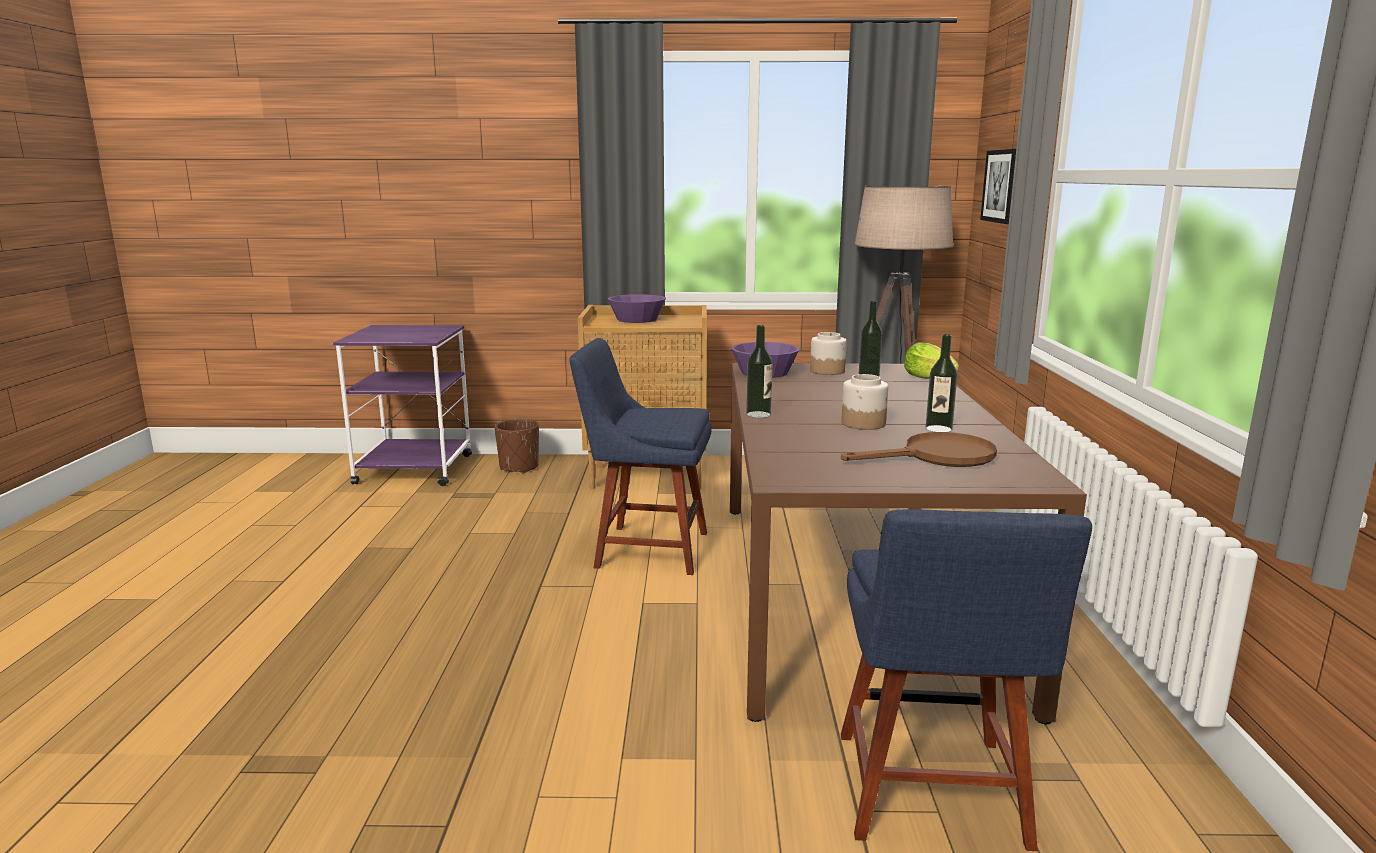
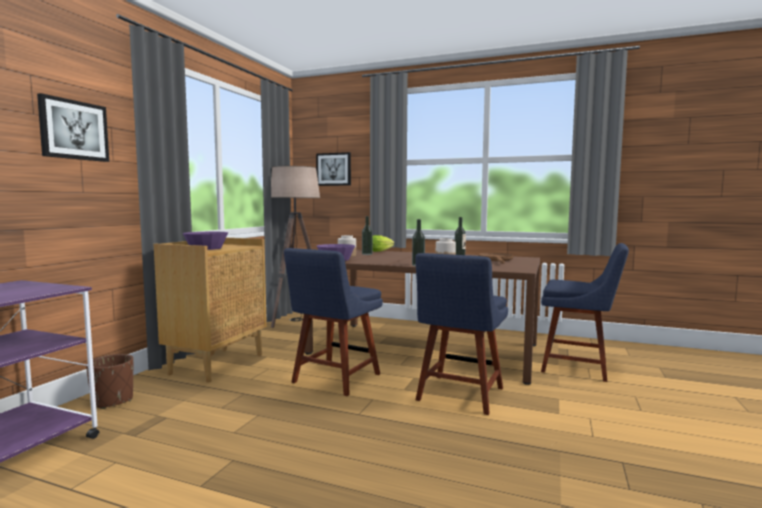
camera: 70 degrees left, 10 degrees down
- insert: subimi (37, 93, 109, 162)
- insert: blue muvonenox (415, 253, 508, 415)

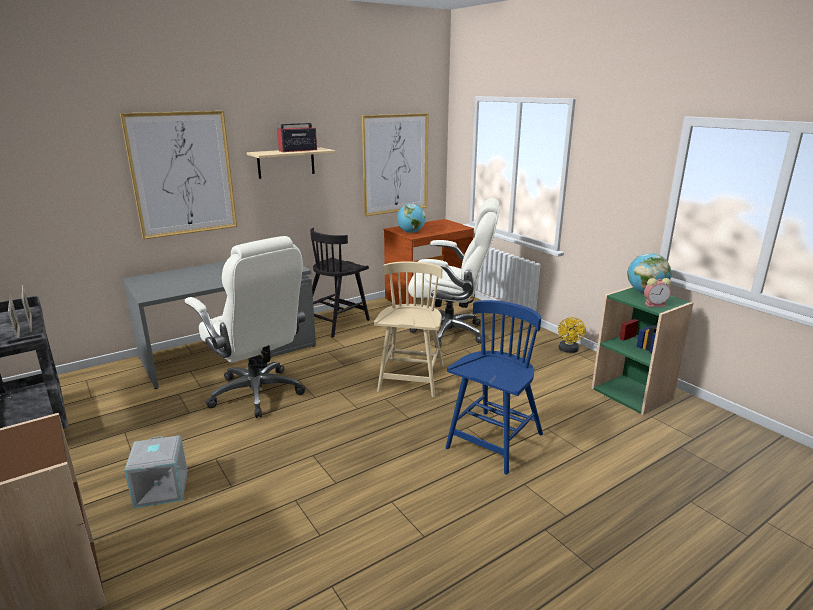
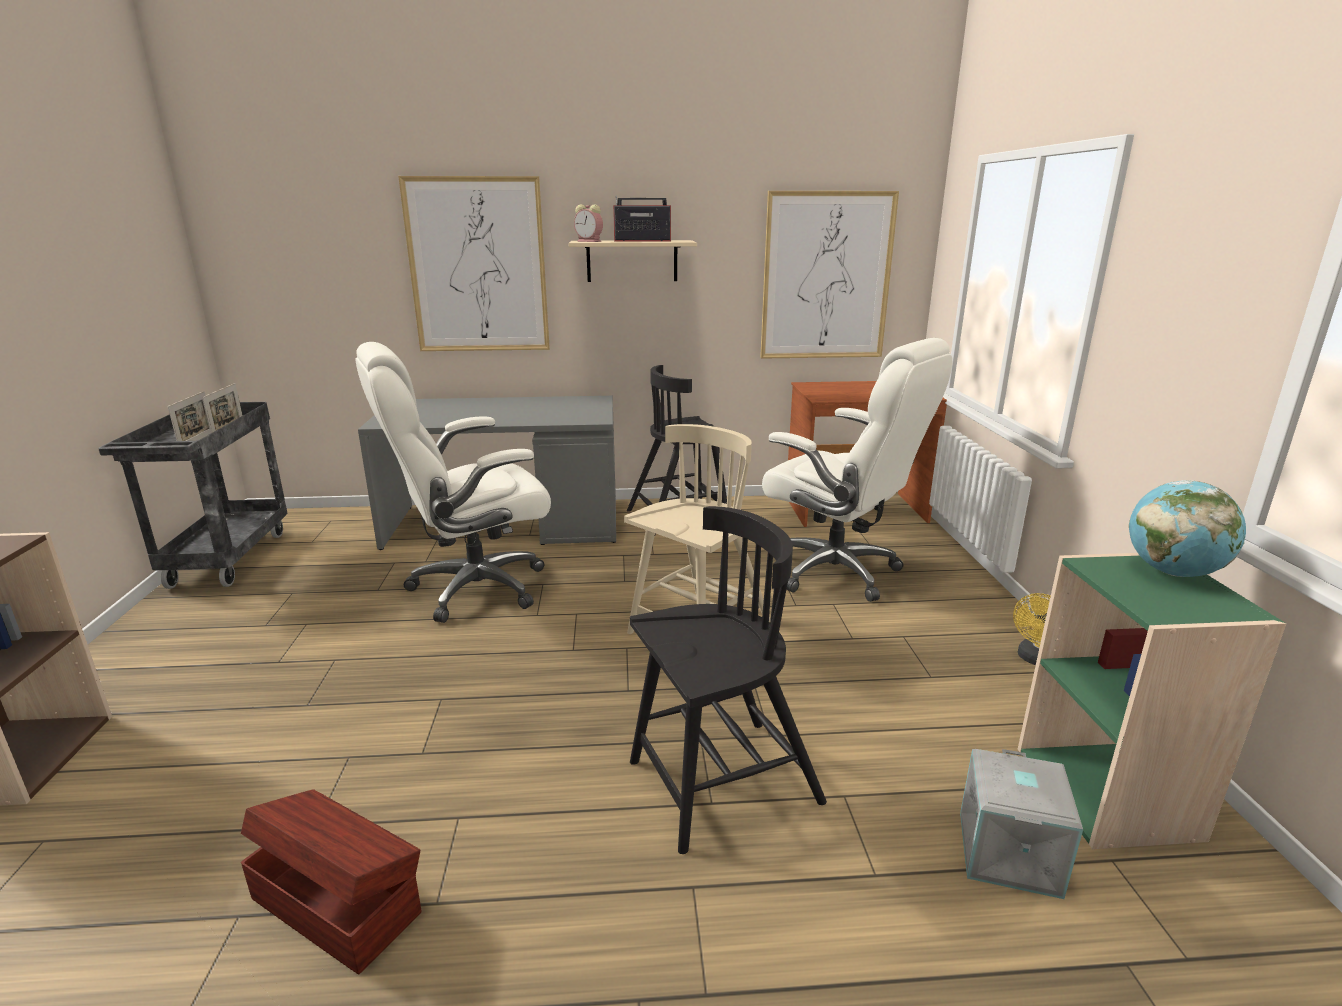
camera: 30 degrees right, 0 degrees up
- insert: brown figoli (241, 789, 422, 975)
- rotate: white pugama (185, 236, 305, 418) = (356, 342, 551, 623) 75 degrees clockwise
- move: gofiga (644, 278, 671, 307) to (574, 204, 603, 242)
- recolor: blue muvonenox (445, 300, 543, 475) to black muvonenox (630, 506, 827, 854)
- move: grey figoli (124, 435, 188, 509) to (960, 749, 1083, 899)
- delete: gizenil (397, 204, 426, 233)

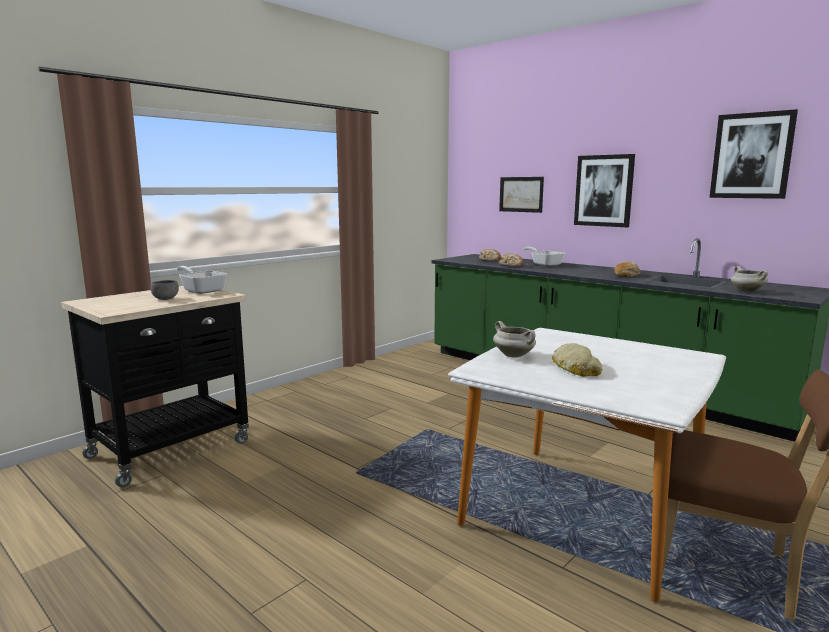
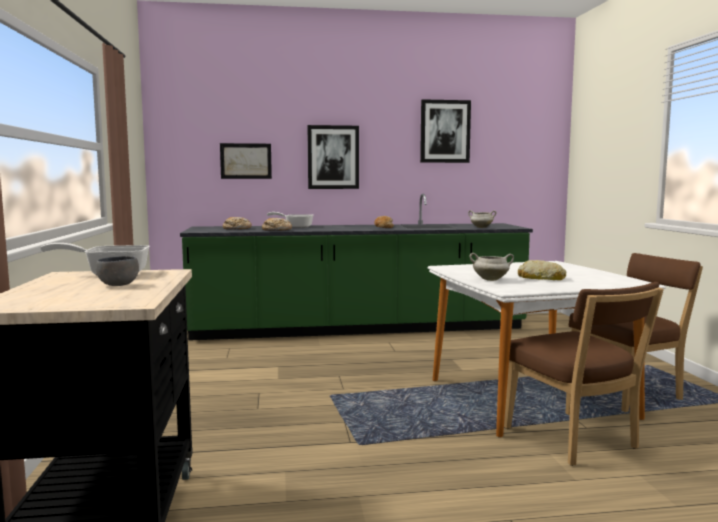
camera: 50 degrees left, 5 degrees down
- insert: brown muvonenox (504, 282, 664, 466)

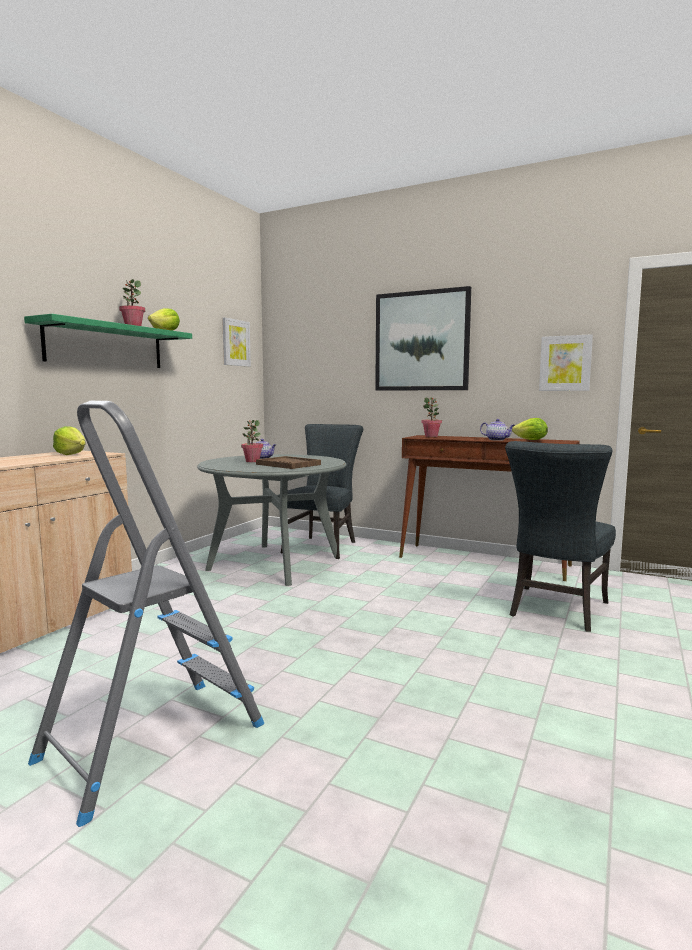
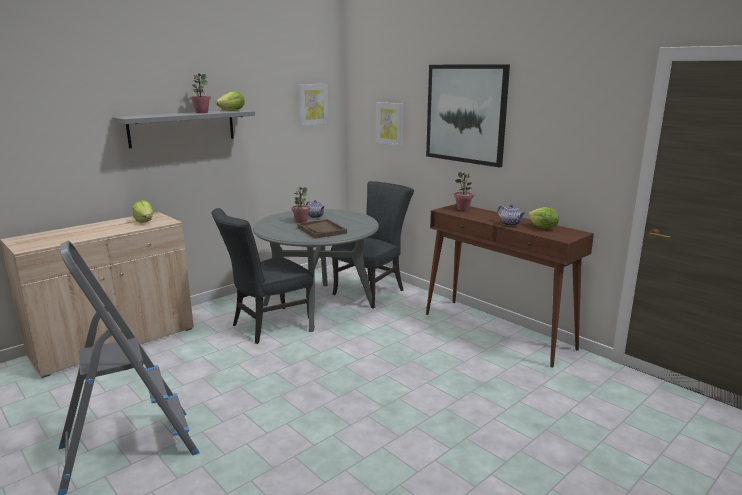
camera: 20 degrees right, 10 degrees up
- recolor: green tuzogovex (24, 314, 192, 368) to grey tuzogovex (112, 110, 255, 148)
- move: grey muvonenox (505, 441, 616, 632) to (211, 208, 315, 344)
- move: subimi (539, 334, 593, 391) to (376, 102, 403, 147)

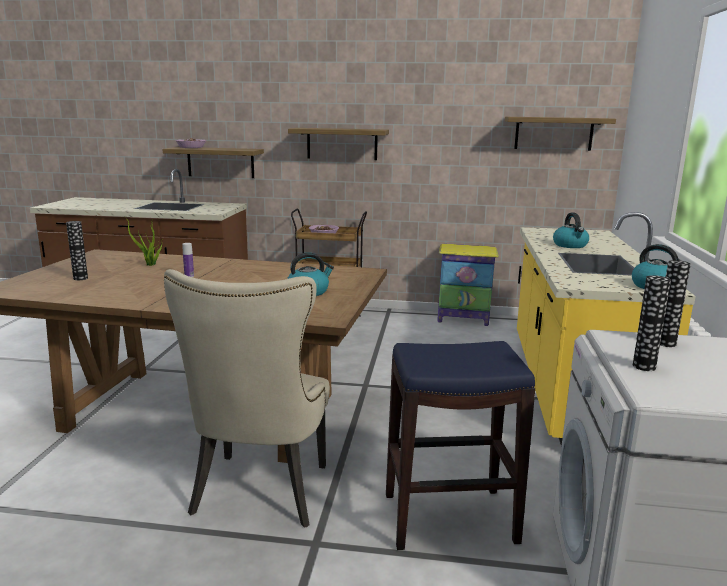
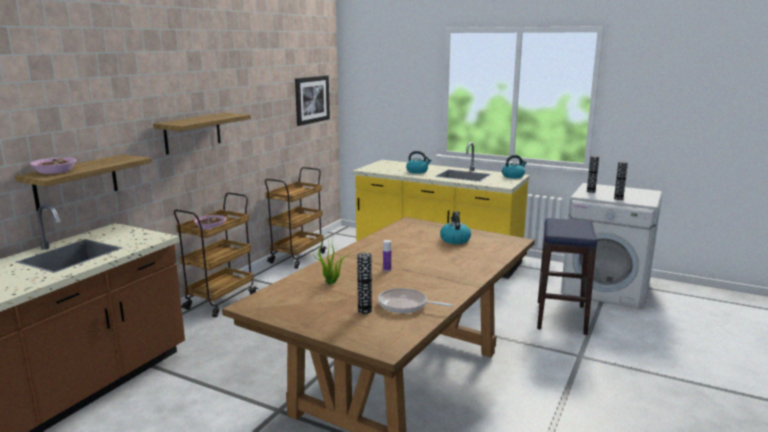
camera: 70 degrees left, 0 degrees up
- replace: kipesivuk (437, 244, 499, 326) to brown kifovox (265, 167, 327, 269)
- replace: tuzogovex (505, 117, 616, 151) to subimi (295, 75, 330, 126)
- insert: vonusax (378, 288, 453, 313)
- delete: beige muvonenox (164, 269, 330, 527)

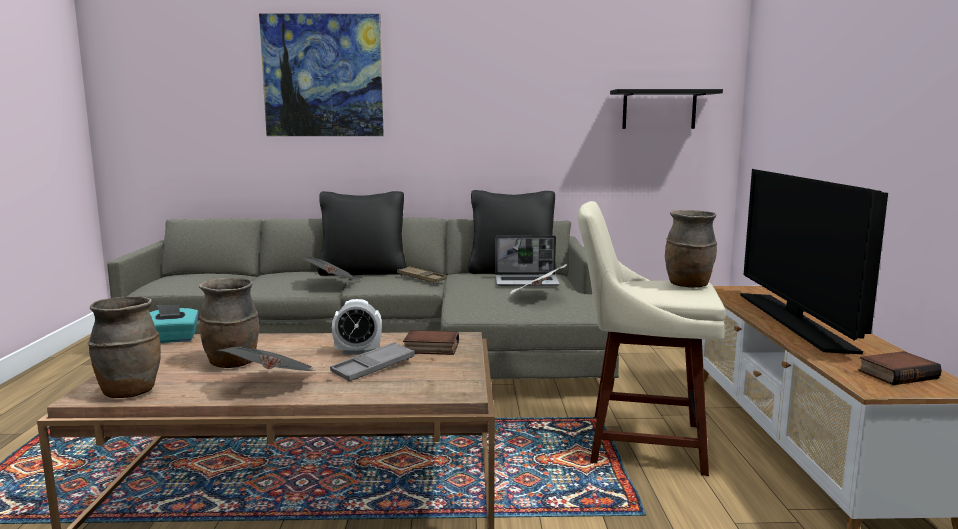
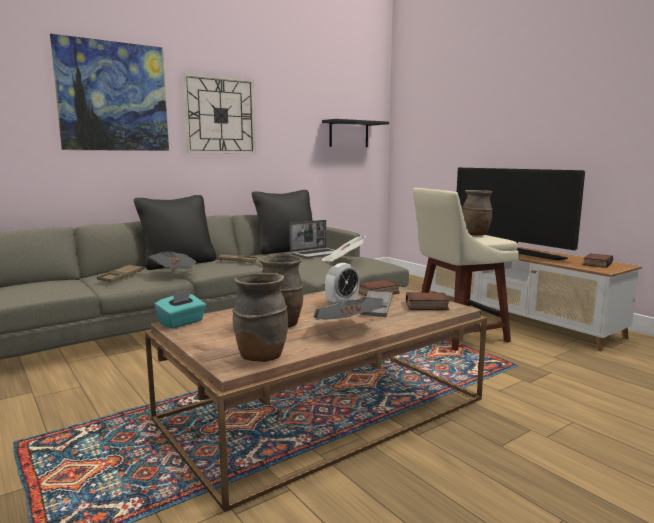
camera: 35 degrees left, 0 degrees up
- insert: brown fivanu (97, 264, 143, 282)
- insert: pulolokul (182, 73, 256, 154)
- insert: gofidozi (406, 292, 450, 310)

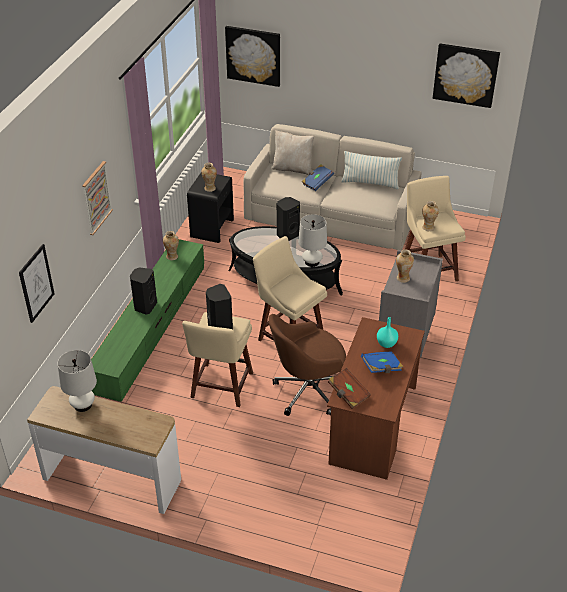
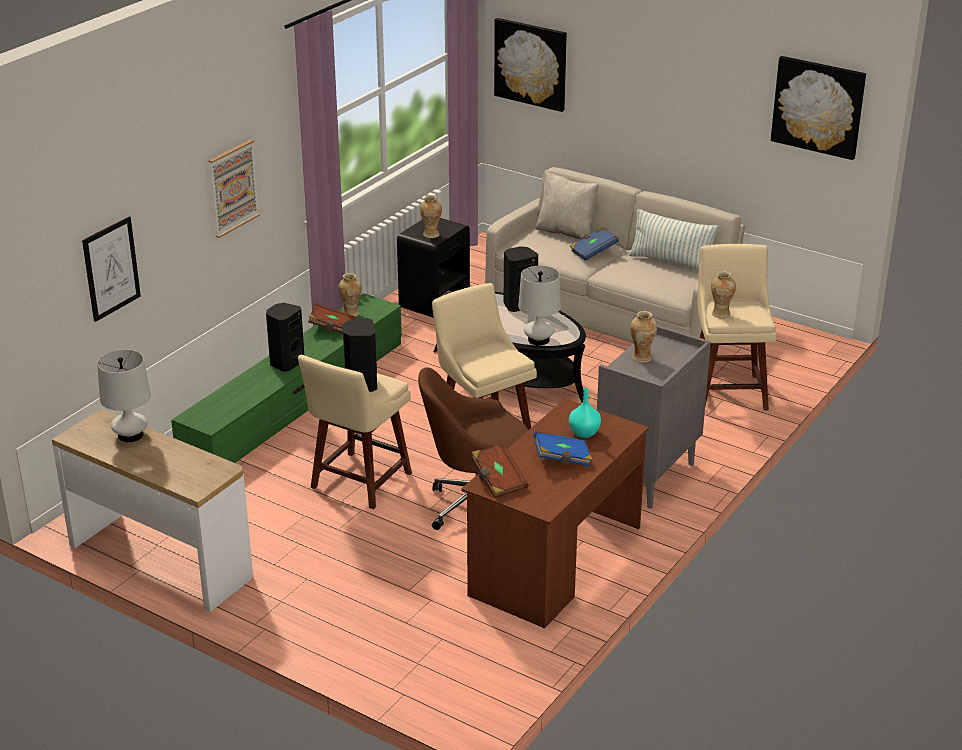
camera: 15 degrees right, 10 degrees down
- insert: brown gofidozi (308, 303, 356, 333)

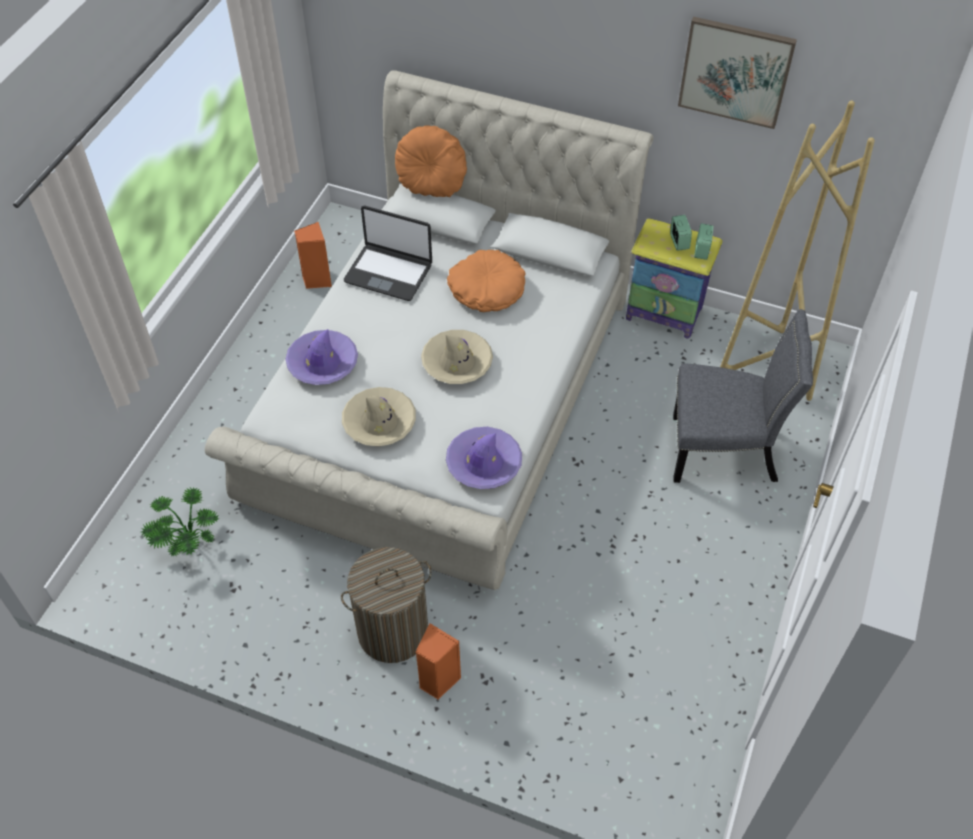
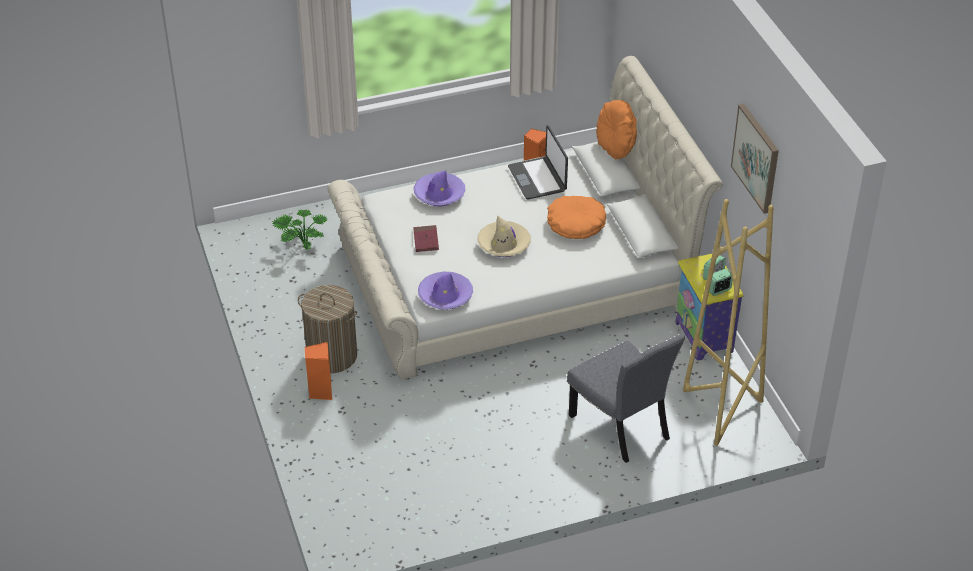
camera: 50 degrees right, 10 degrees down
- replace: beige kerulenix (342, 387, 416, 447) to red gofidozi (413, 225, 439, 252)

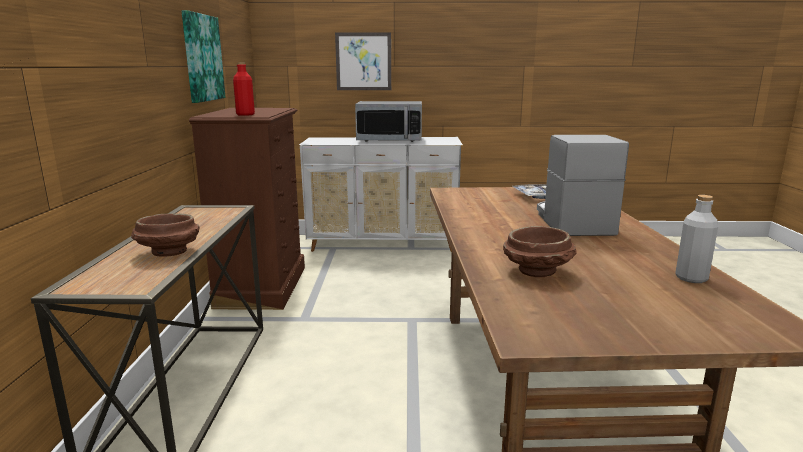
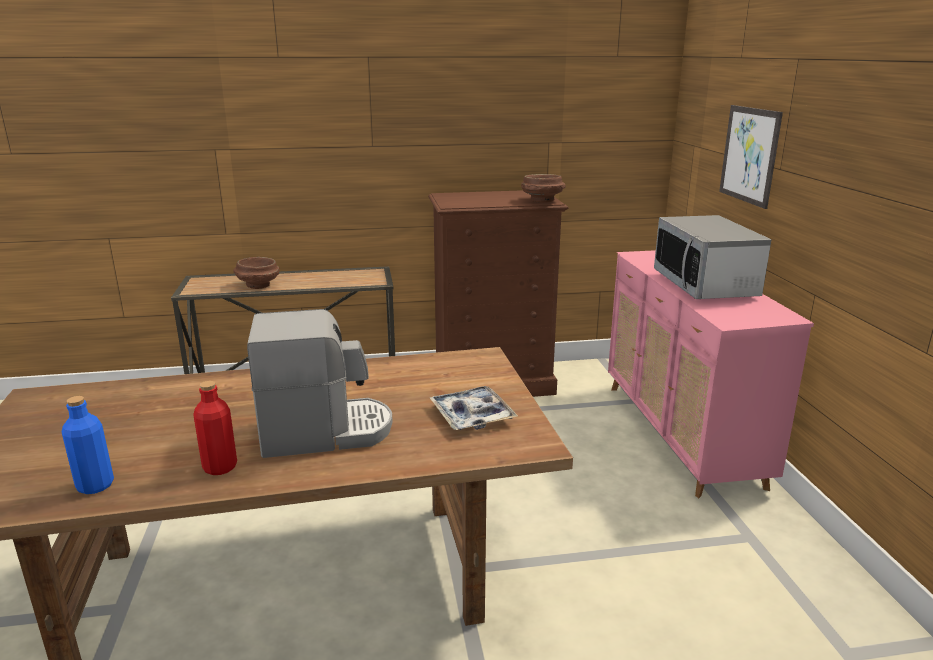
camera: 80 degrees right, 5 degrees up
- recolor: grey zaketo (675, 195, 718, 283) to blue zaketo (62, 396, 114, 494)
- move: red zaketo (233, 62, 255, 116) to (193, 381, 237, 475)
- move: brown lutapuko (503, 226, 577, 277) to (521, 174, 566, 203)
- recolor: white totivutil (299, 137, 463, 252) to pink totivutil (608, 250, 814, 499)
- delete: subimi (182, 10, 225, 103)

